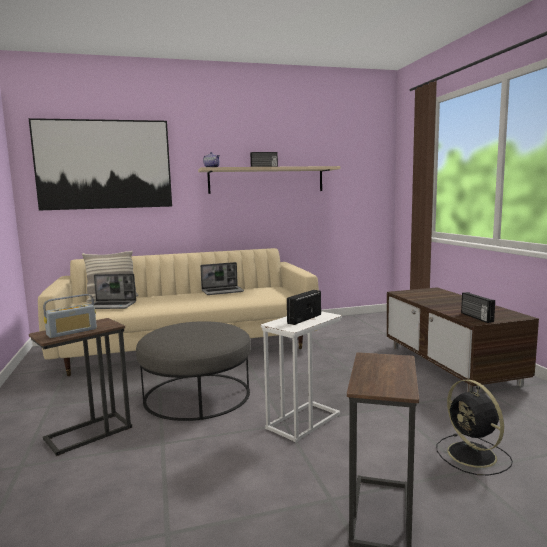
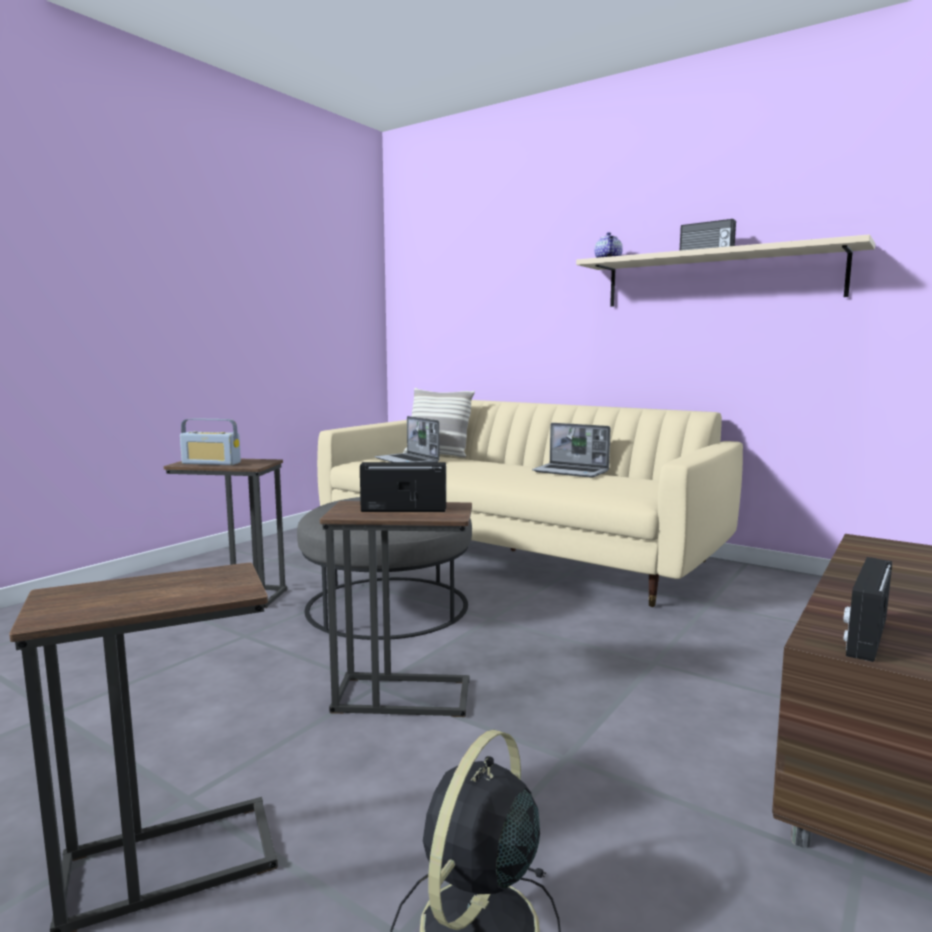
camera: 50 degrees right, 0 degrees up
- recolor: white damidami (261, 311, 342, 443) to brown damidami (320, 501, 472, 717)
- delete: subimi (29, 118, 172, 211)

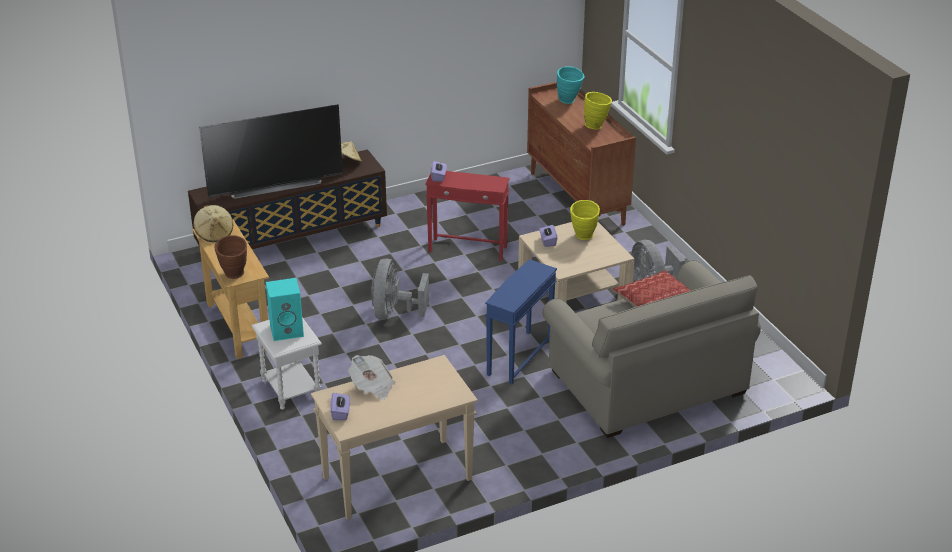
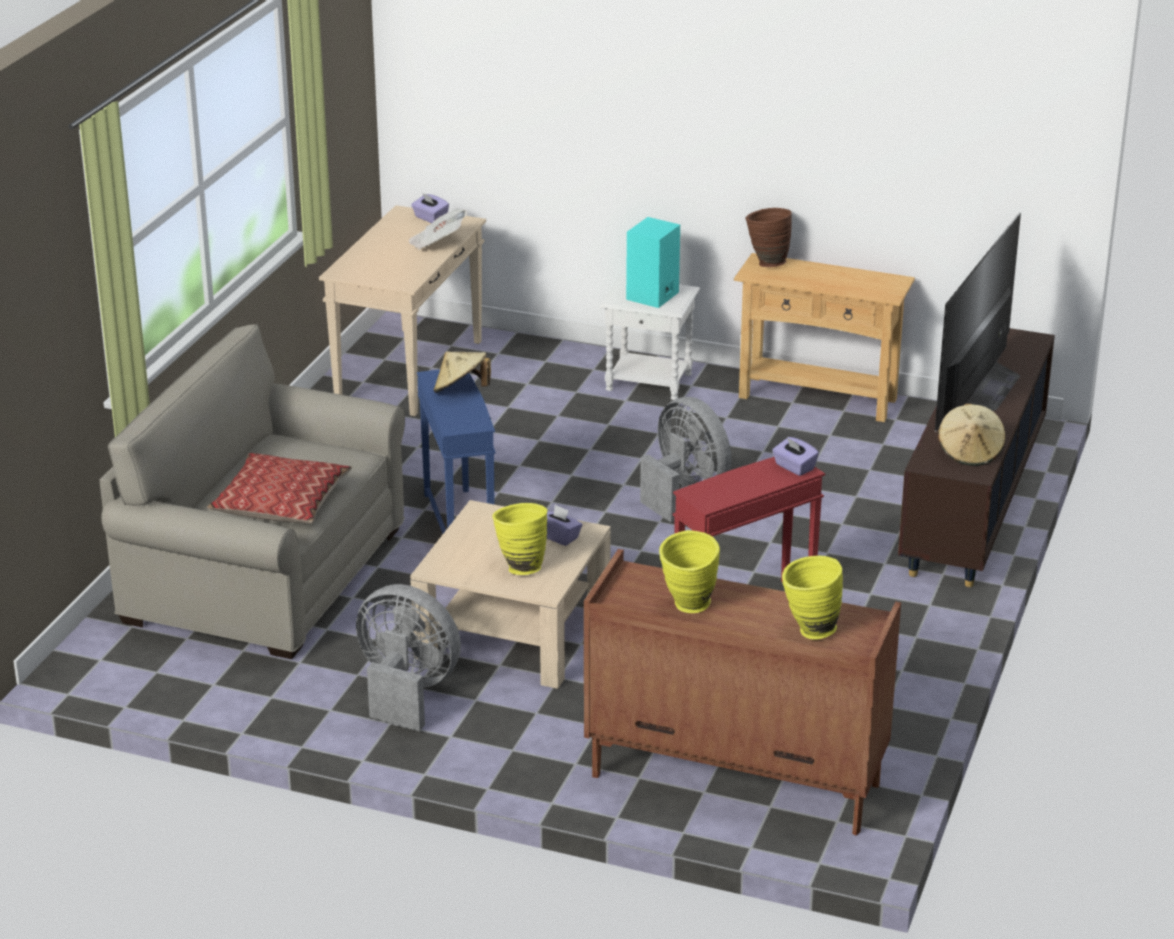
camera: 135 degrees right, 5 degrees down
- move: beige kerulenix (193, 205, 233, 242) to (434, 351, 491, 393)
- recolor: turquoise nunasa (557, 66, 585, 104) to yellow nunasa (782, 556, 843, 640)

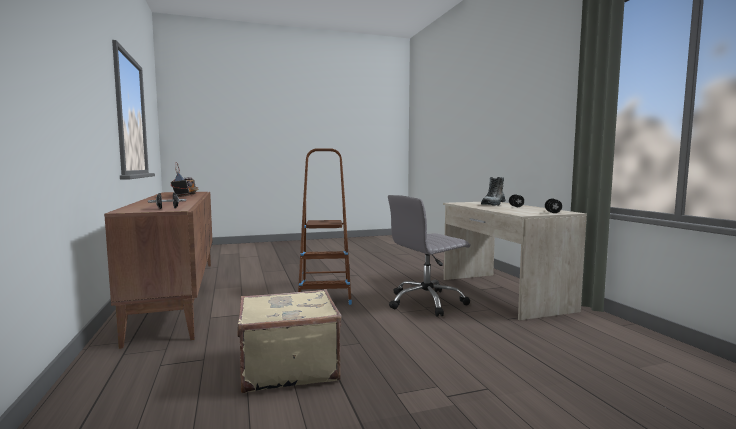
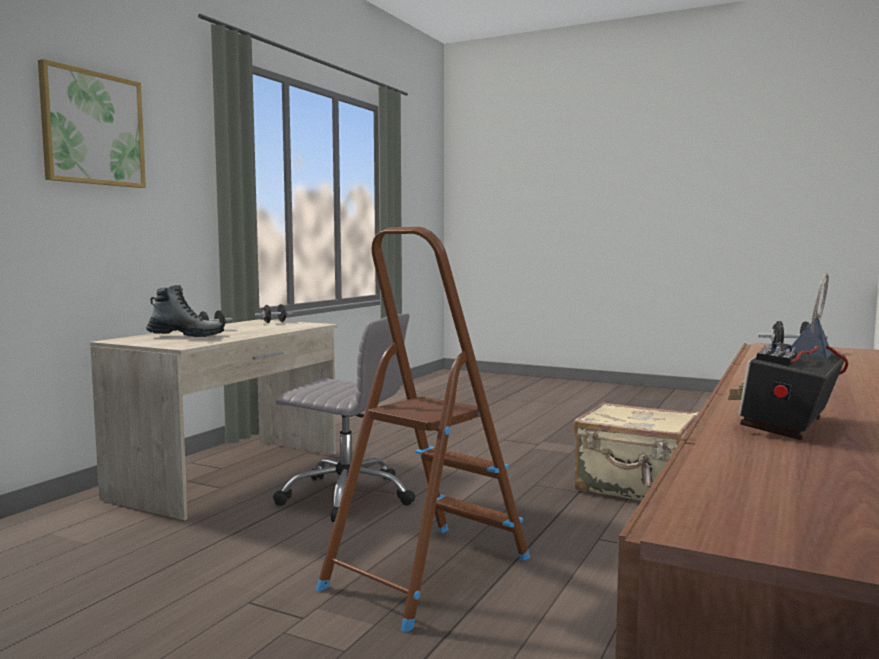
camera: 135 degrees left, 0 degrees up
- insert: subimi (38, 59, 146, 188)

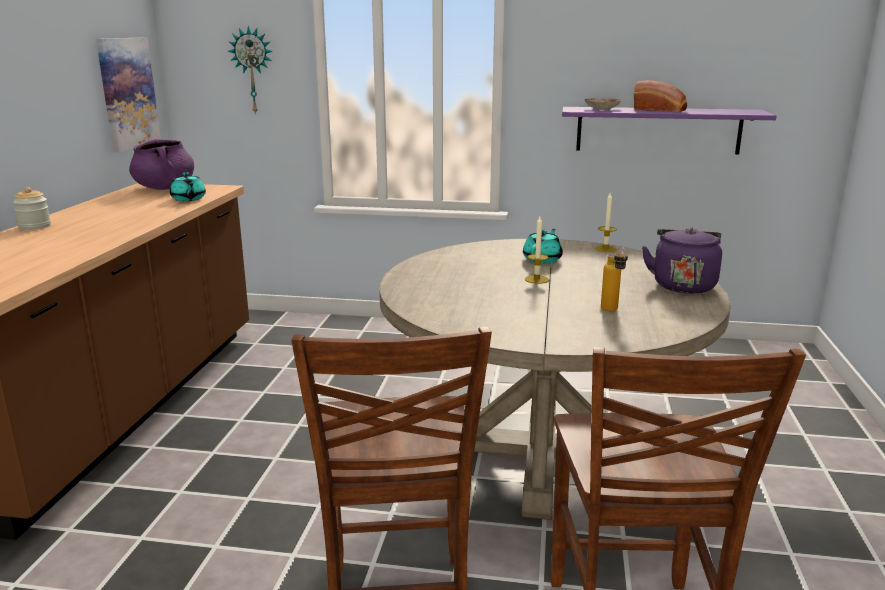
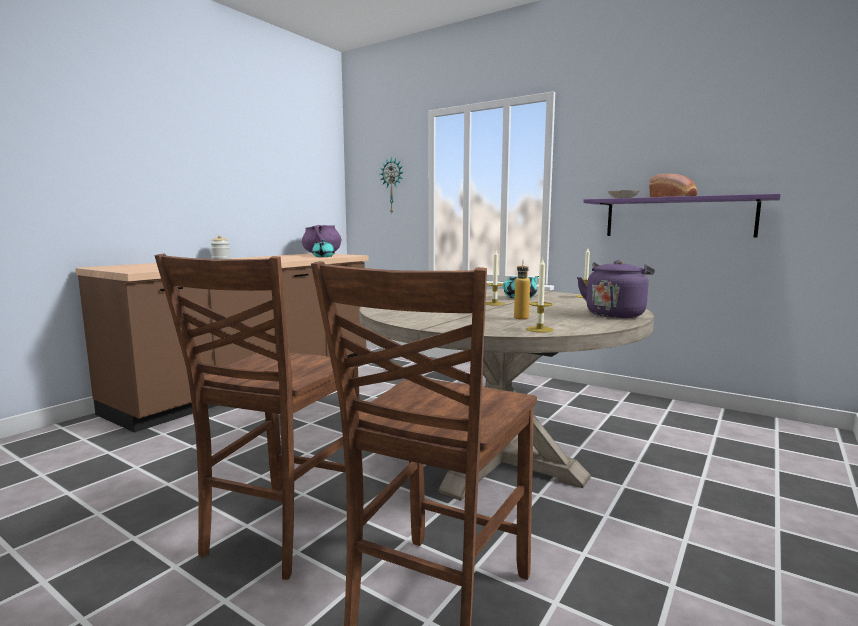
camera: 25 degrees right, 10 degrees down
- insert: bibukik (526, 259, 553, 333)
- delete: subimi (96, 38, 161, 152)

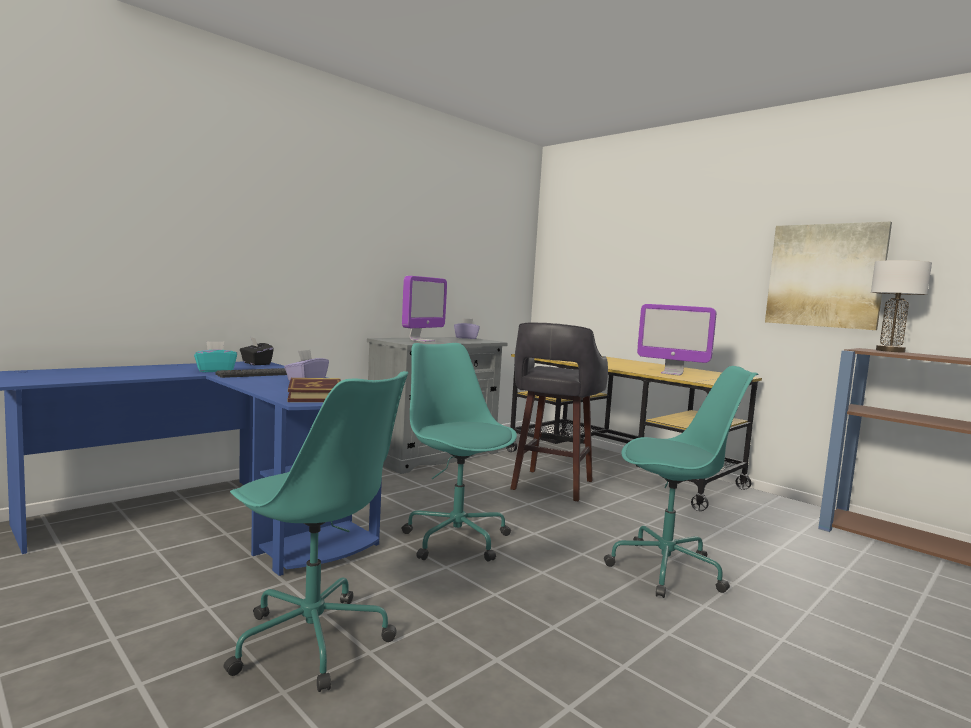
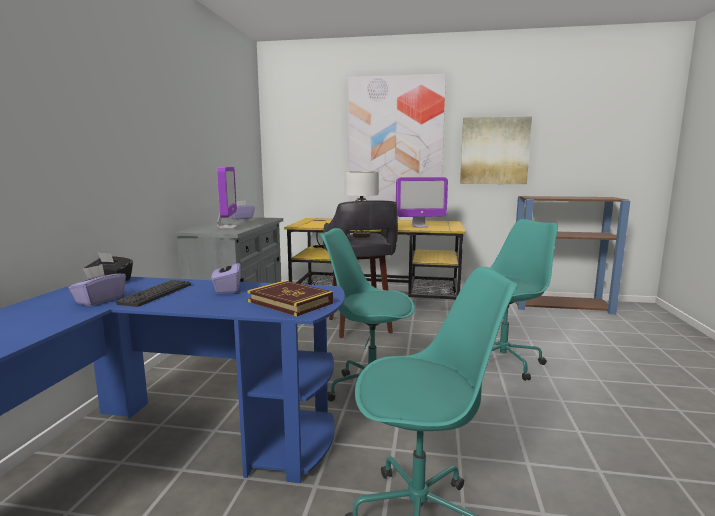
camera: 35 degrees left, 5 degrees up
- recolor: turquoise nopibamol (194, 341, 237, 372) to purple nopibamol (68, 264, 126, 306)
- move: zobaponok (871, 260, 932, 353) to (345, 172, 379, 238)
- insert: subimi (348, 74, 446, 202)

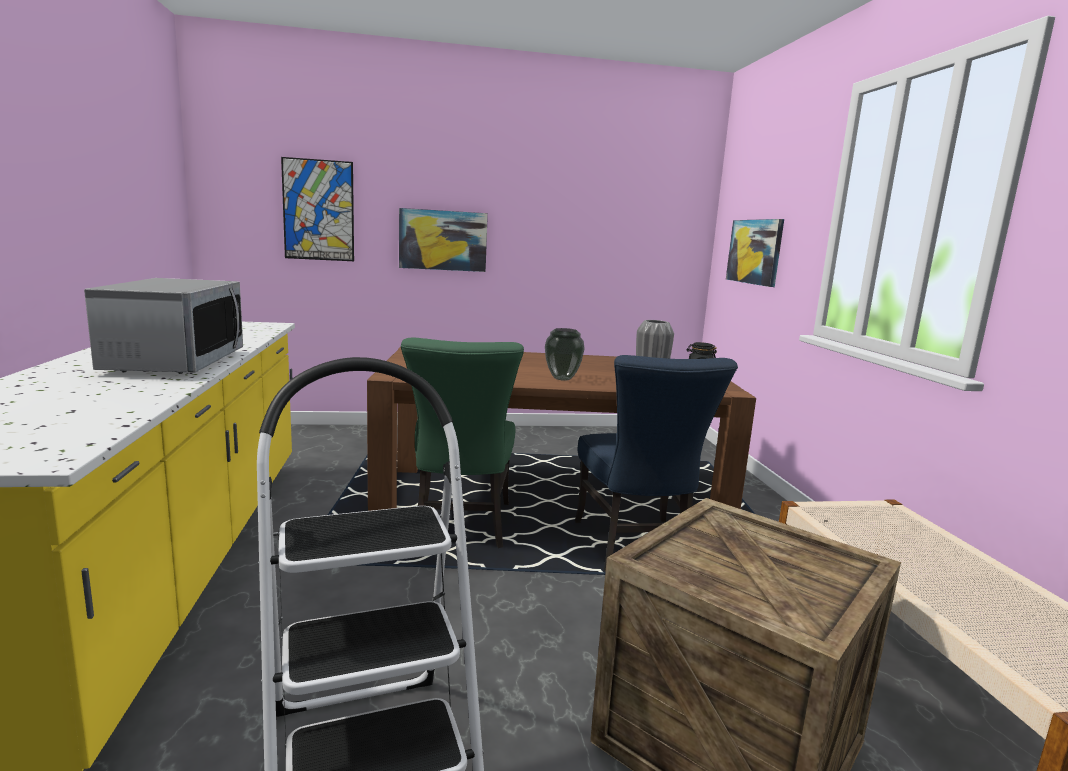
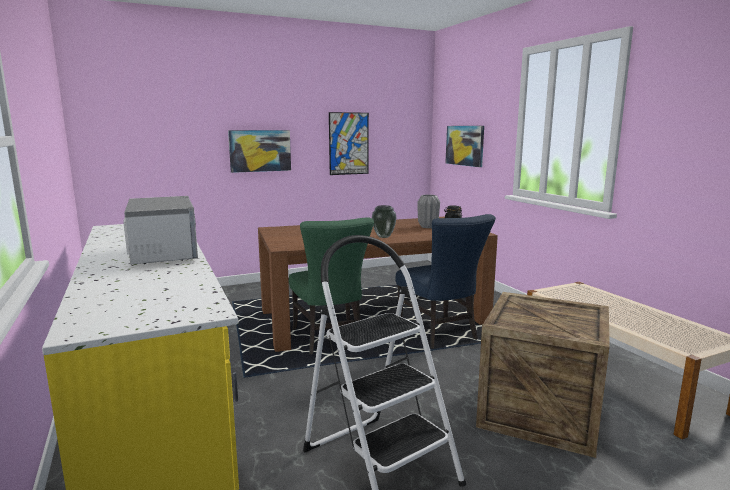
camera: 15 degrees left, 0 degrees up
- move: subimi (281, 157, 354, 261) to (329, 112, 369, 175)

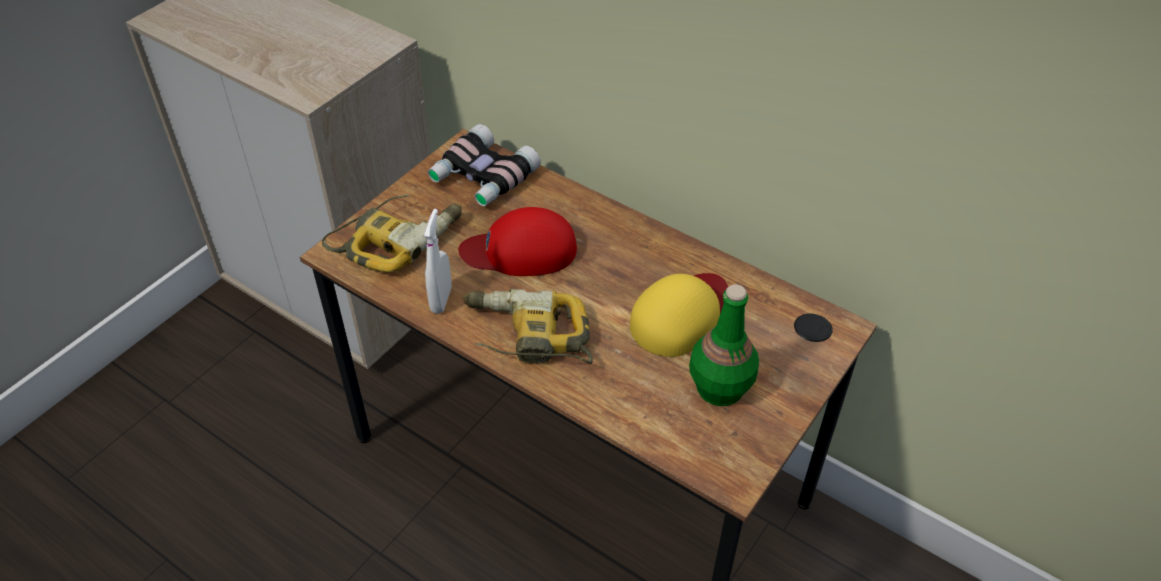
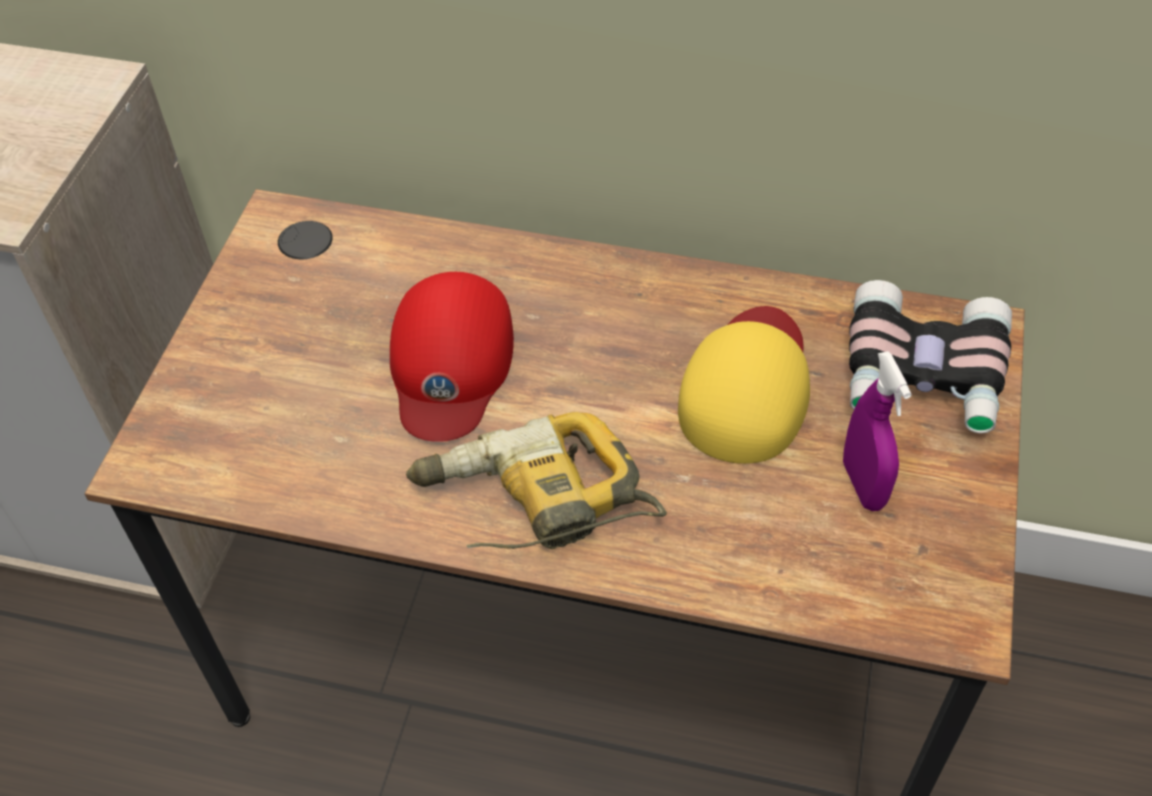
camera: 20 degrees left, 5 degrees up
- rotate: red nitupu (458, 207, 577, 276) = (390, 272, 514, 442) 60 degrees counterclockwise
- replace: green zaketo (689, 284, 759, 406) to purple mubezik (843, 351, 912, 511)
- move: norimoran (428, 124, 541, 206) to (849, 280, 1012, 433)
- delete: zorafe (322, 194, 462, 272)
- delete: white mubezik (424, 209, 452, 314)

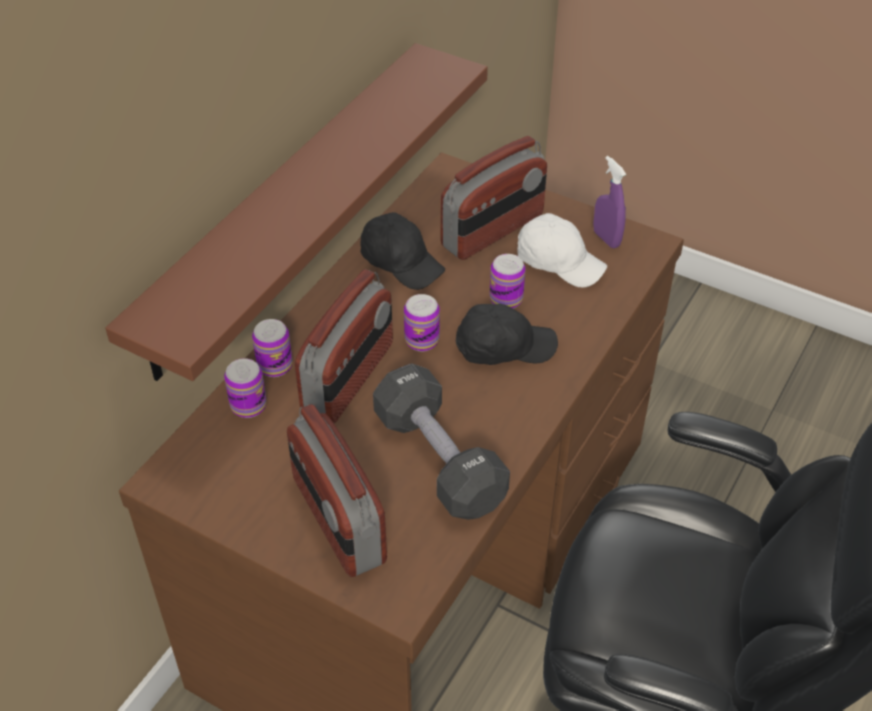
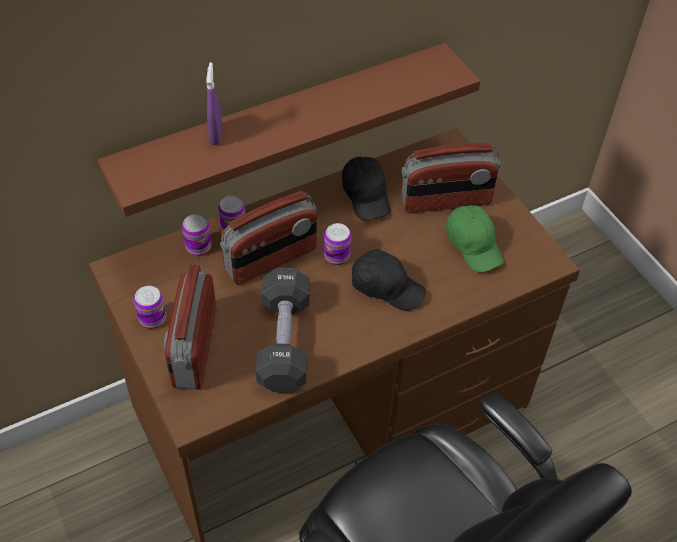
camera: 30 degrees right, 5 degrees up
- move: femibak (490, 254, 525, 309) to (134, 286, 166, 329)
- move: purple mubezik (593, 156, 626, 248) to (206, 62, 222, 145)
- recolor: white nitupu (518, 213, 607, 288) to green nitupu (445, 205, 504, 272)

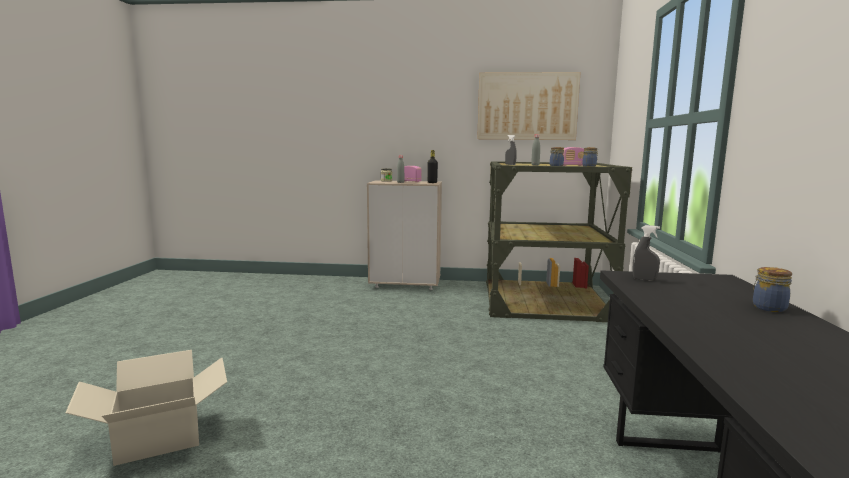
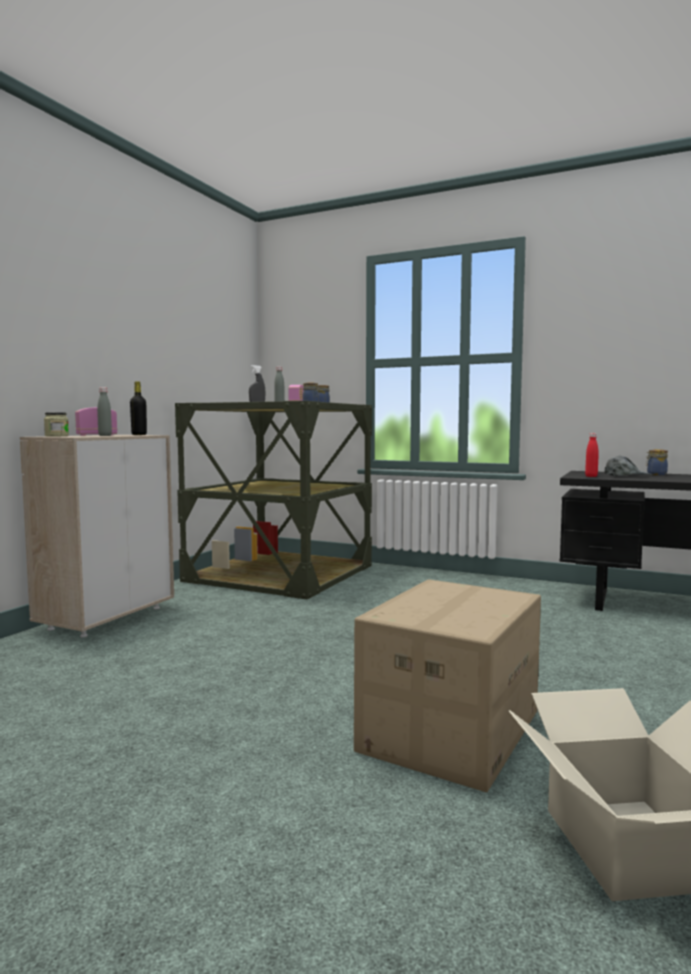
camera: 70 degrees left, 5 degrees down
- insert: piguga (354, 579, 541, 792)
- replace: grey mubezik (632, 225, 660, 281) to red zaketo (585, 433, 599, 477)
- insert: grey nitupu (604, 455, 652, 476)
- delete: subimi (477, 72, 580, 140)

